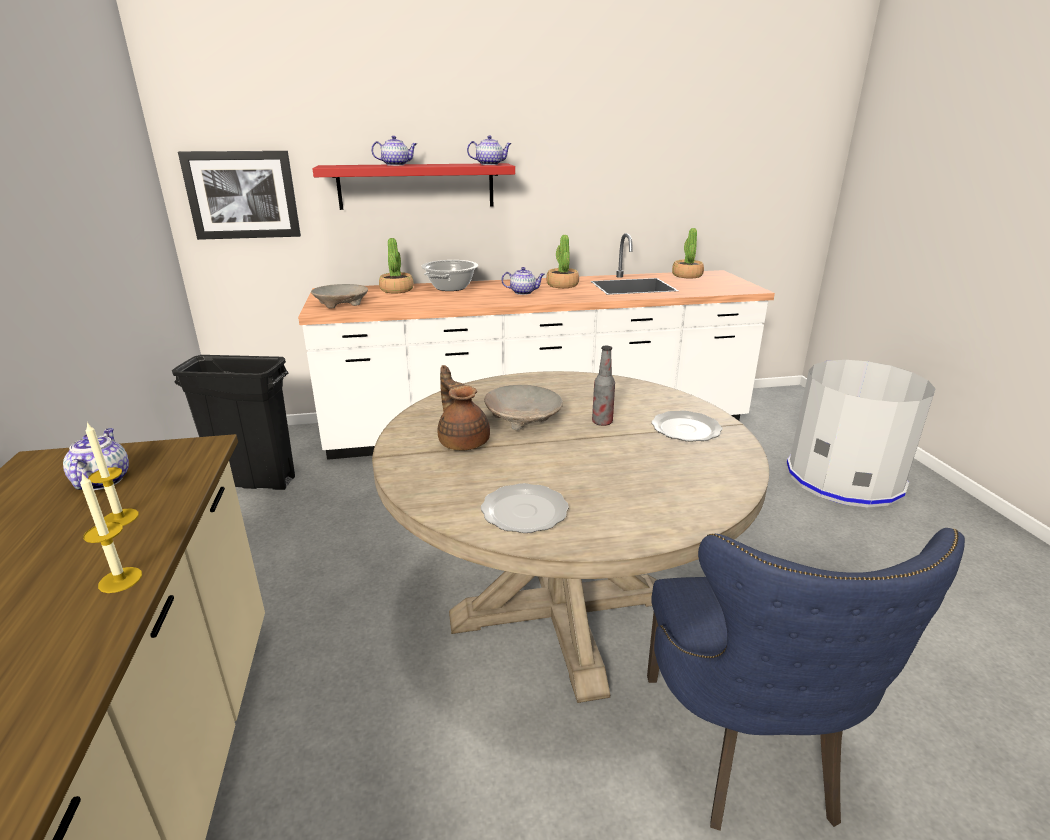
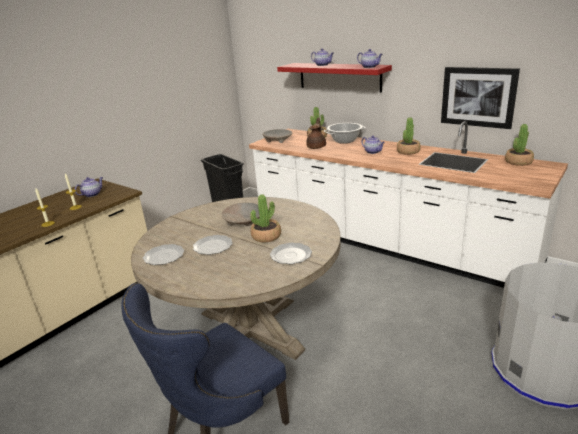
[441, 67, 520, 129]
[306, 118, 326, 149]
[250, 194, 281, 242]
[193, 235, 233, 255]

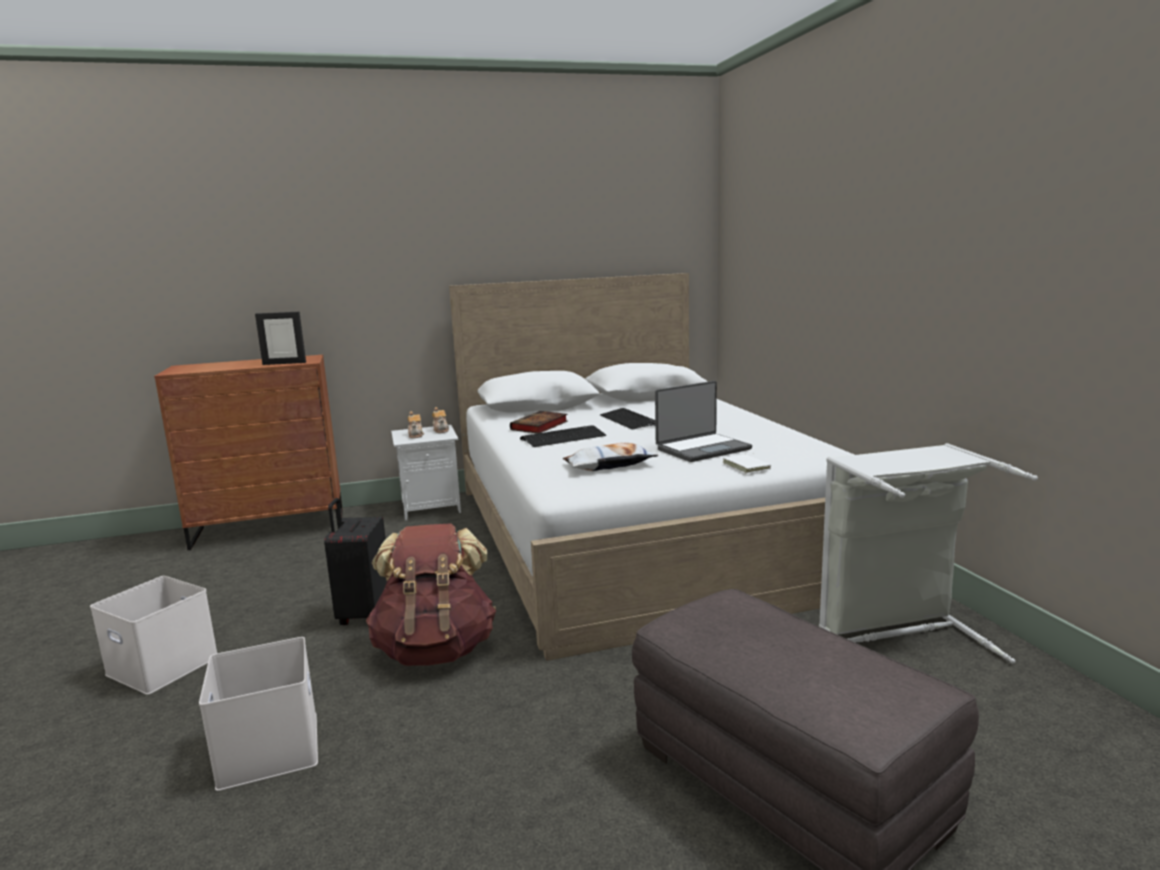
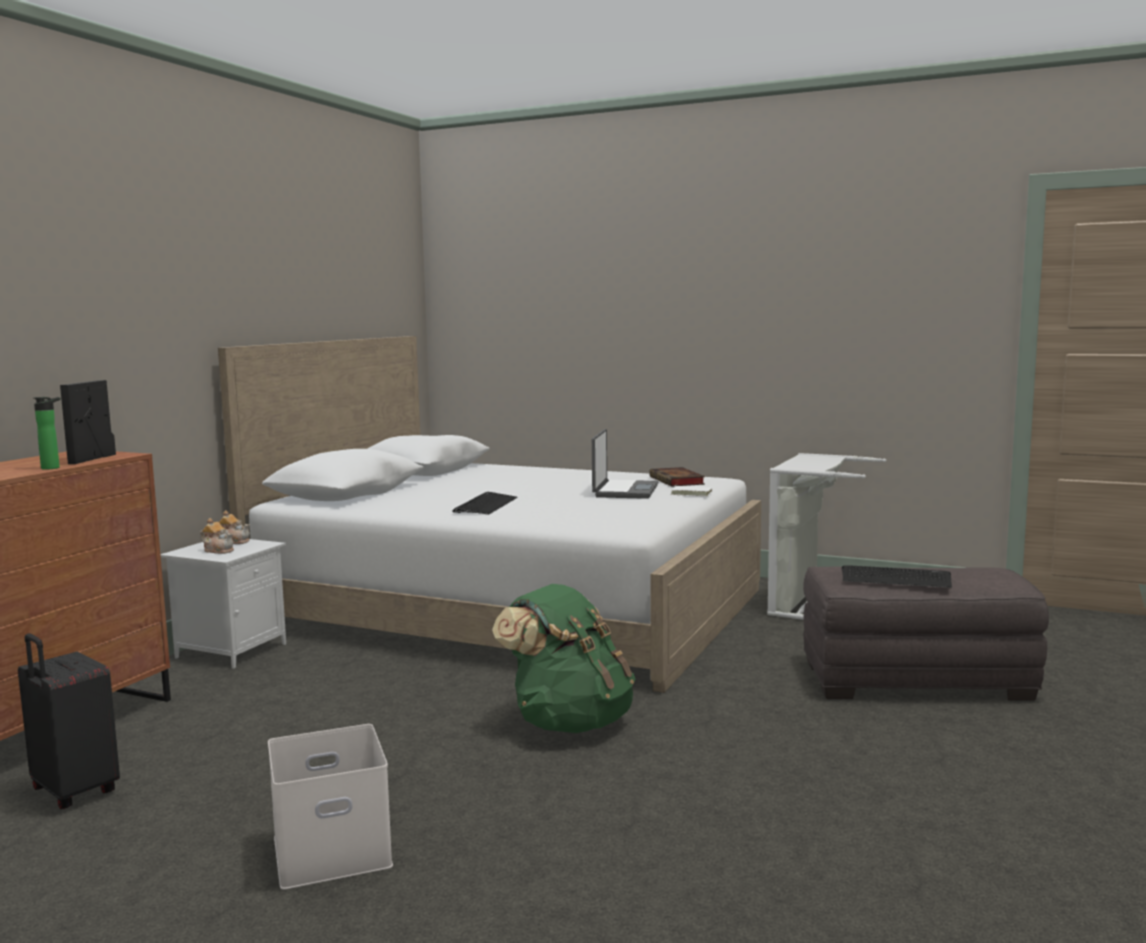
[199, 637, 318, 791] (first image)
[60, 380, 116, 464]
[18, 633, 120, 809]
[492, 584, 636, 733]
[649, 467, 705, 487]
[563, 443, 659, 471] (first image)
[842, 565, 952, 588]
[33, 397, 61, 470]

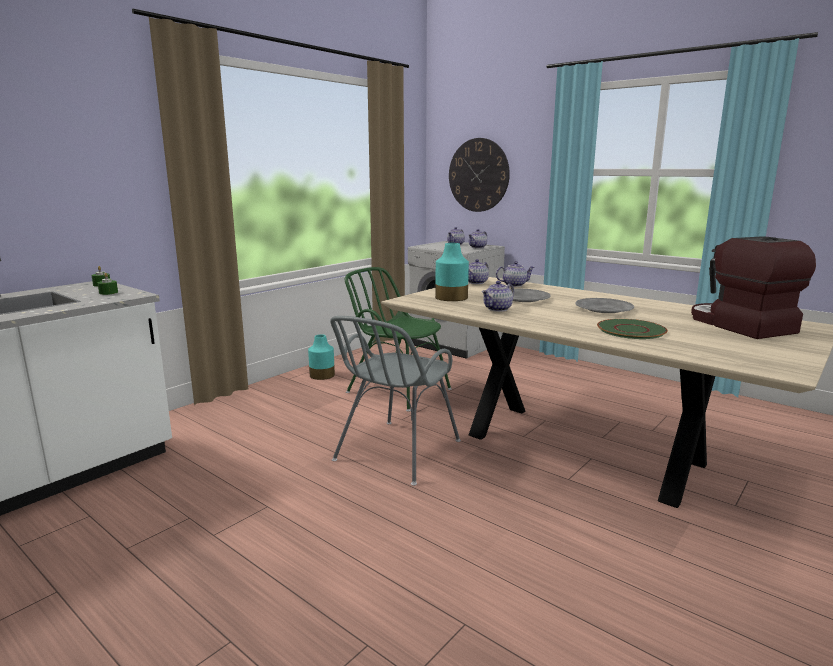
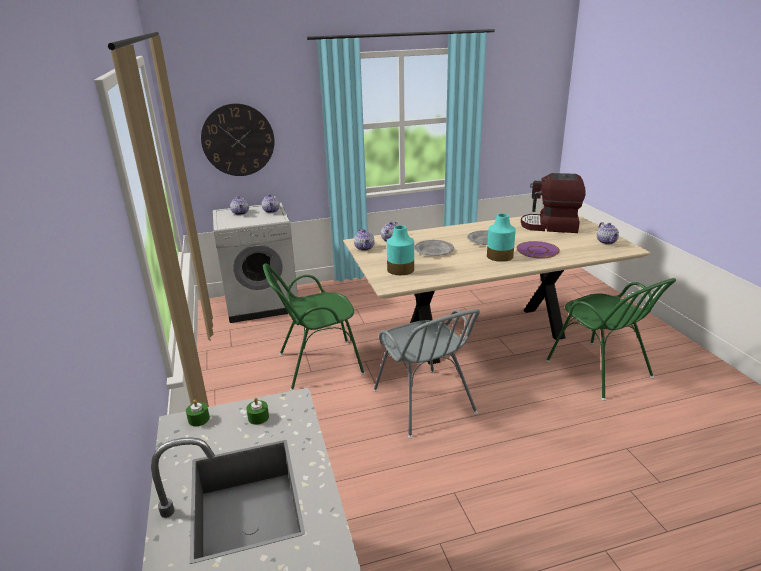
[487, 213, 516, 262]
[597, 222, 619, 245]
[517, 241, 560, 259]
[546, 278, 676, 401]

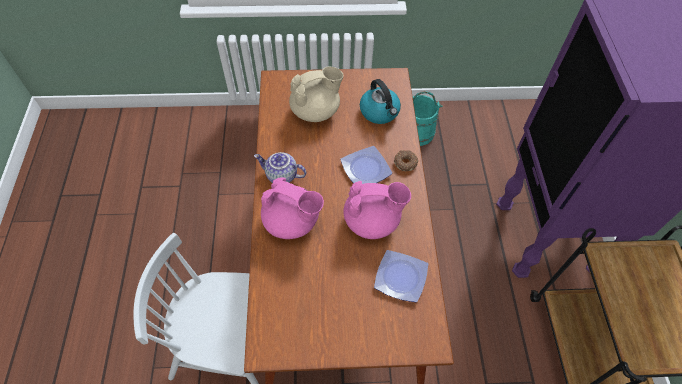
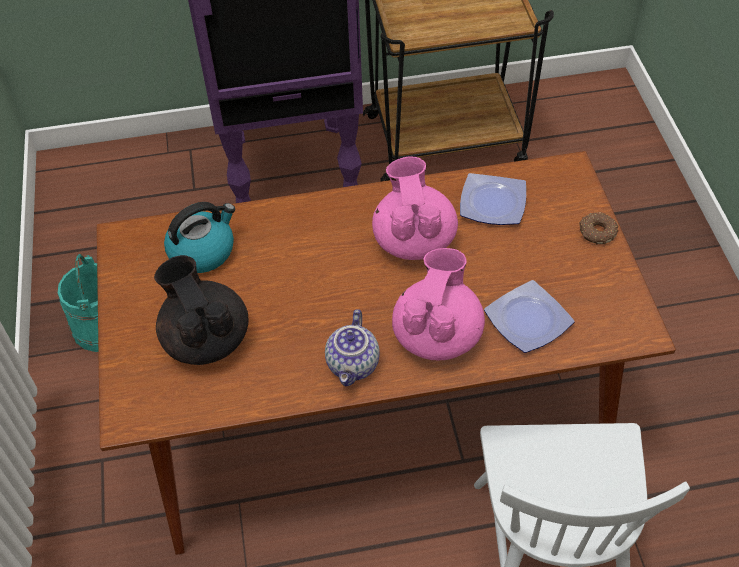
[154, 255, 249, 365]
[484, 280, 575, 353]
[580, 212, 618, 244]

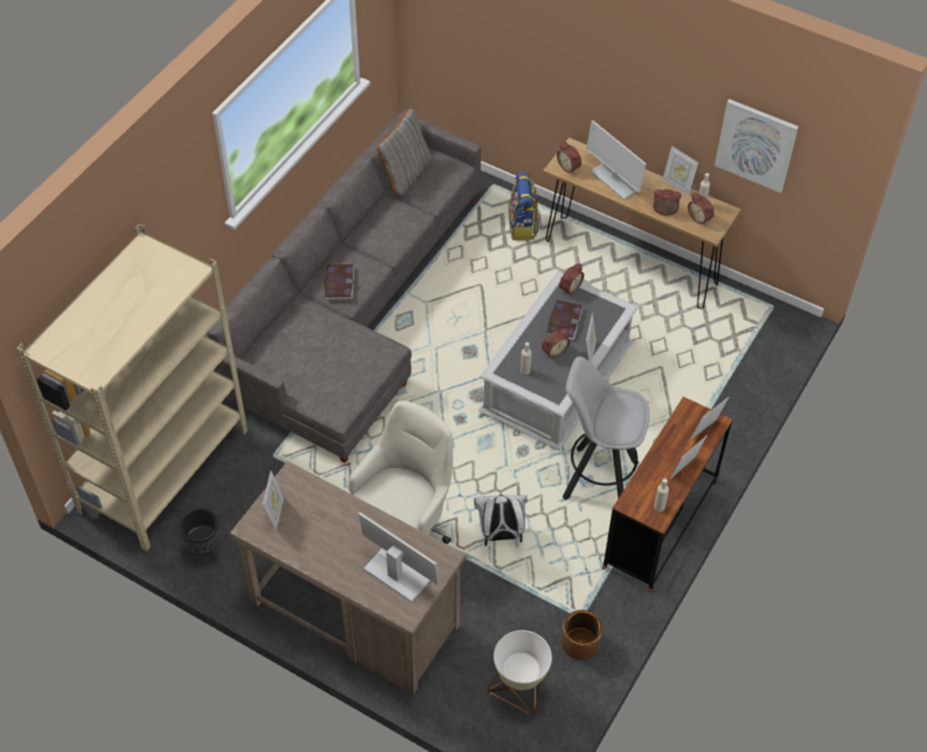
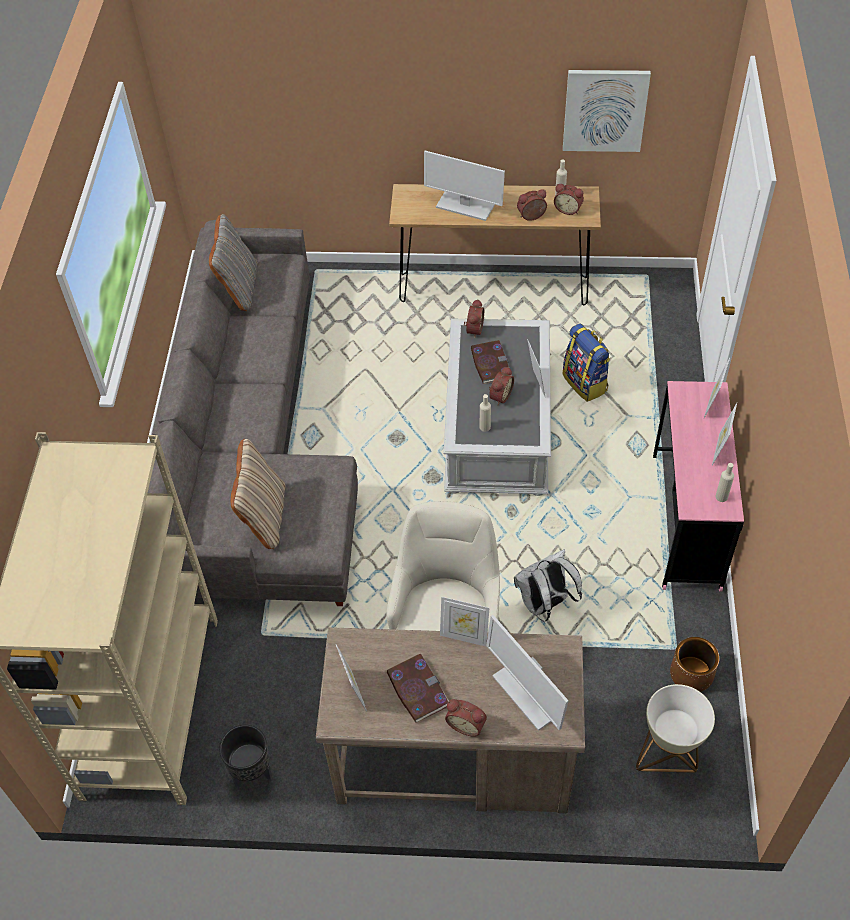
[387, 654, 449, 723]
[486, 615, 568, 731]
[562, 324, 611, 402]
[445, 699, 487, 737]
[562, 356, 649, 500] (first image)
[653, 381, 744, 592]
[440, 597, 489, 647]
[231, 439, 285, 549]

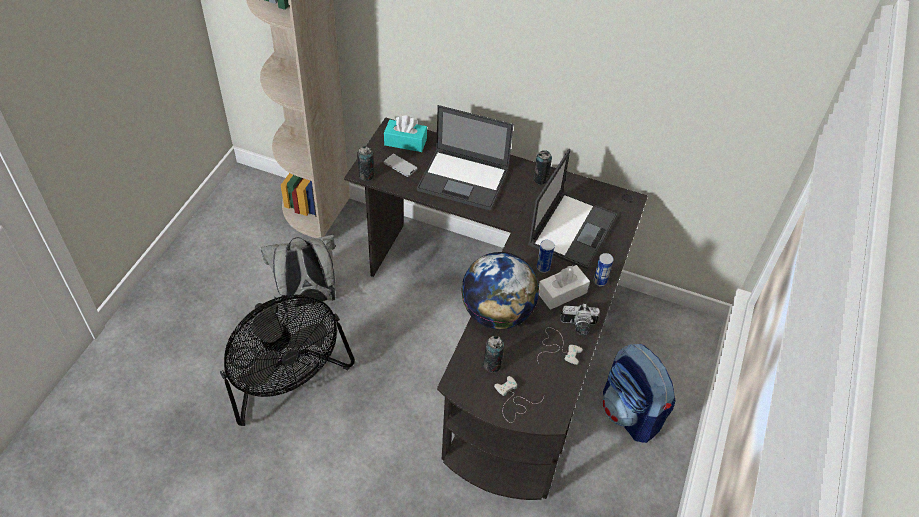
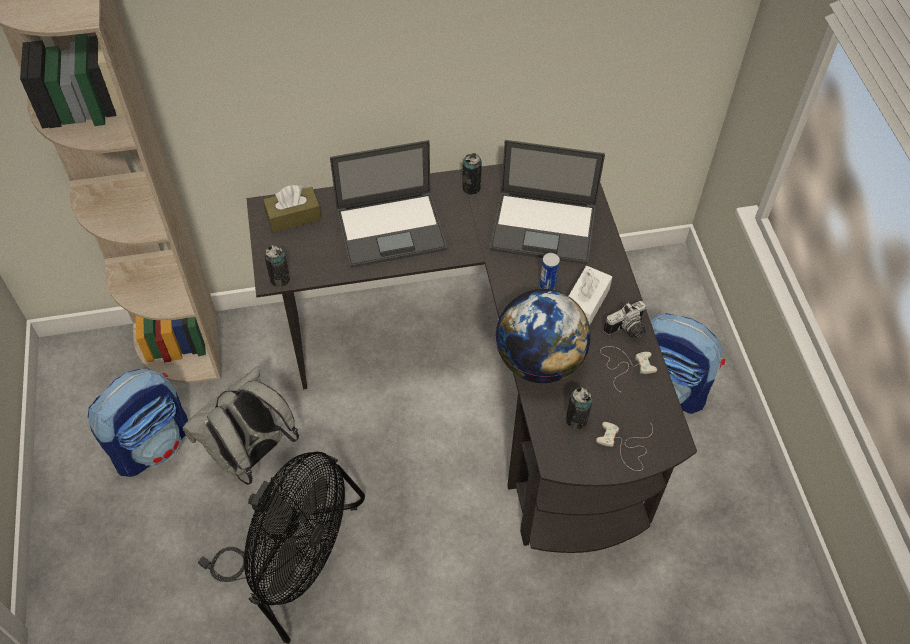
[263, 185, 322, 233]
[384, 154, 417, 177] (first image)
[490, 140, 605, 265]
[593, 253, 613, 286] (first image)
[87, 369, 188, 477]

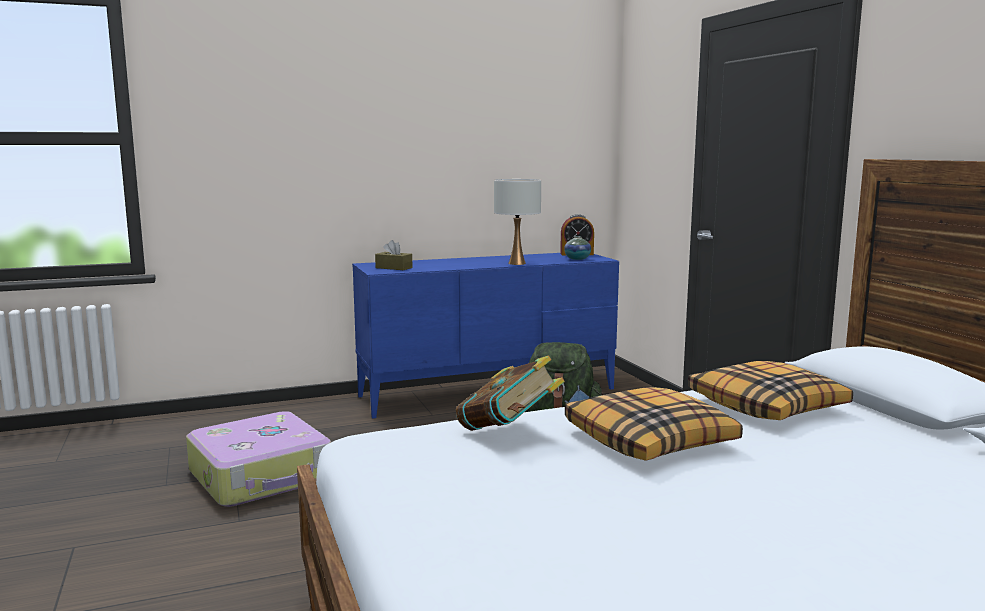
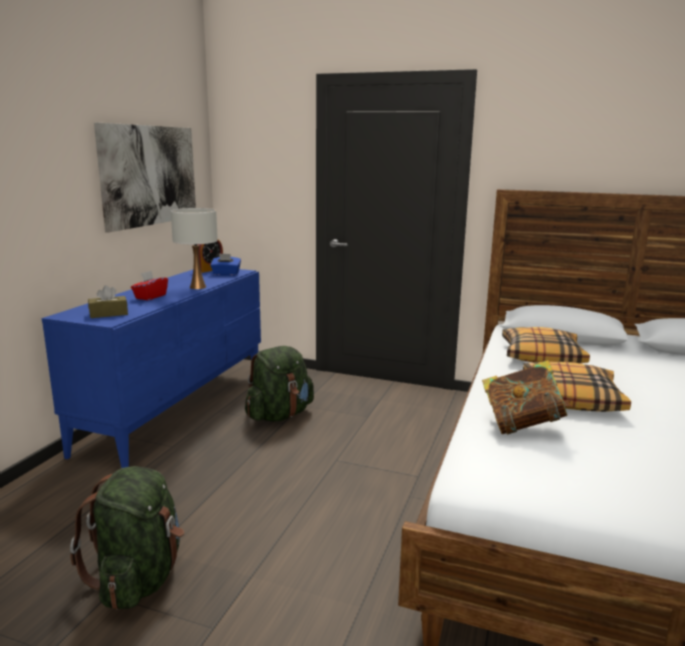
[70, 466, 184, 610]
[210, 253, 241, 276]
[94, 122, 196, 233]
[131, 271, 168, 300]

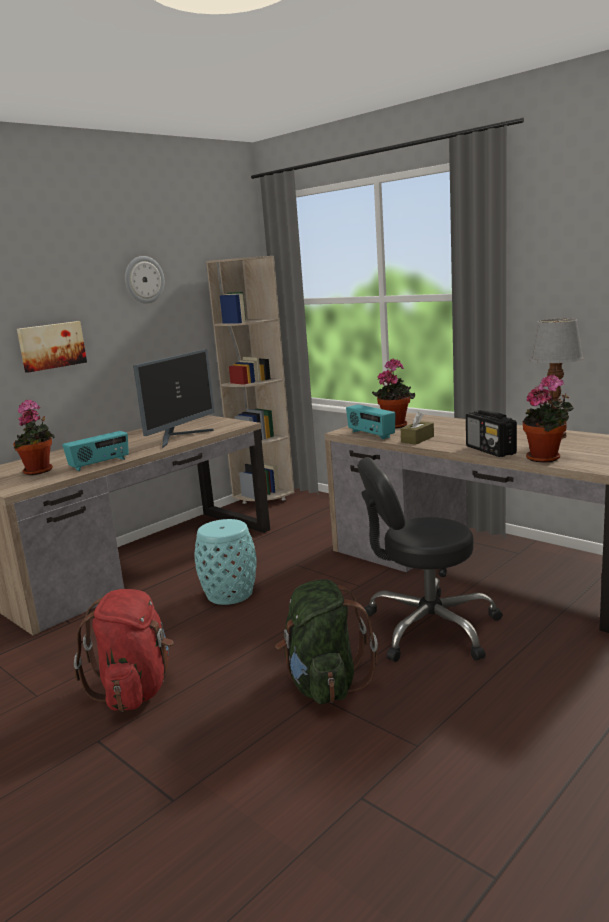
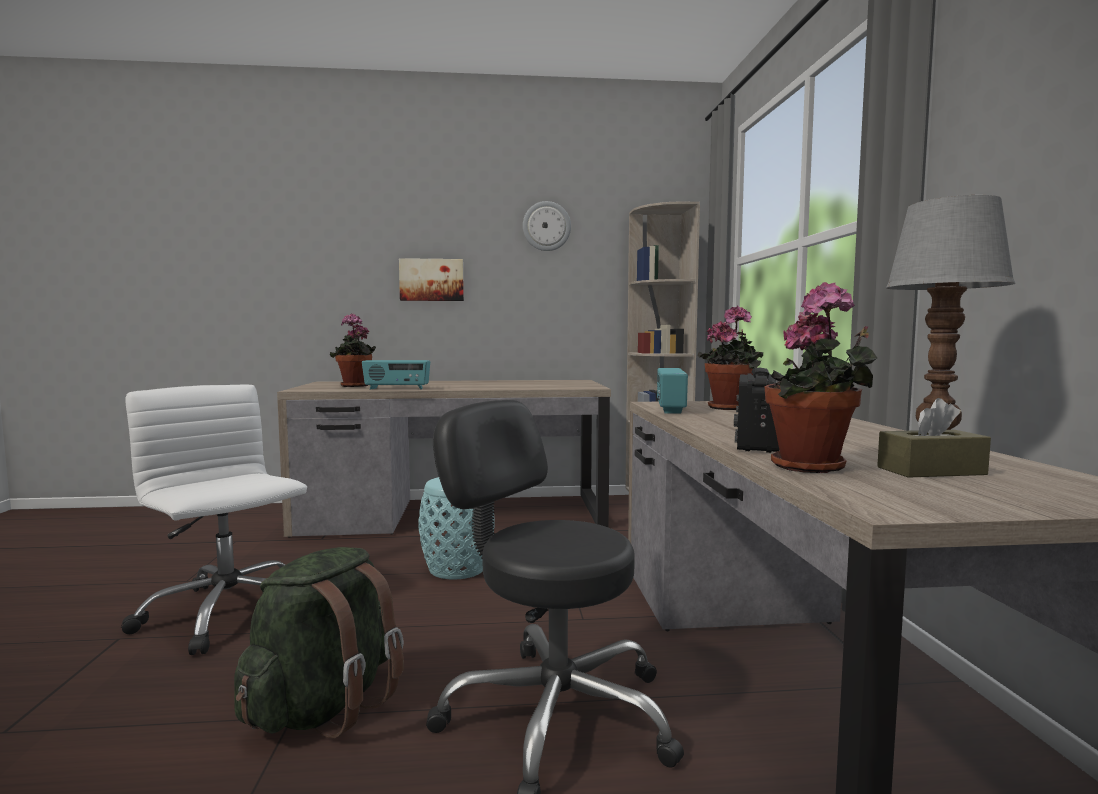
[121, 385, 307, 655]
[133, 349, 215, 448] (first image)
[877, 398, 991, 478]

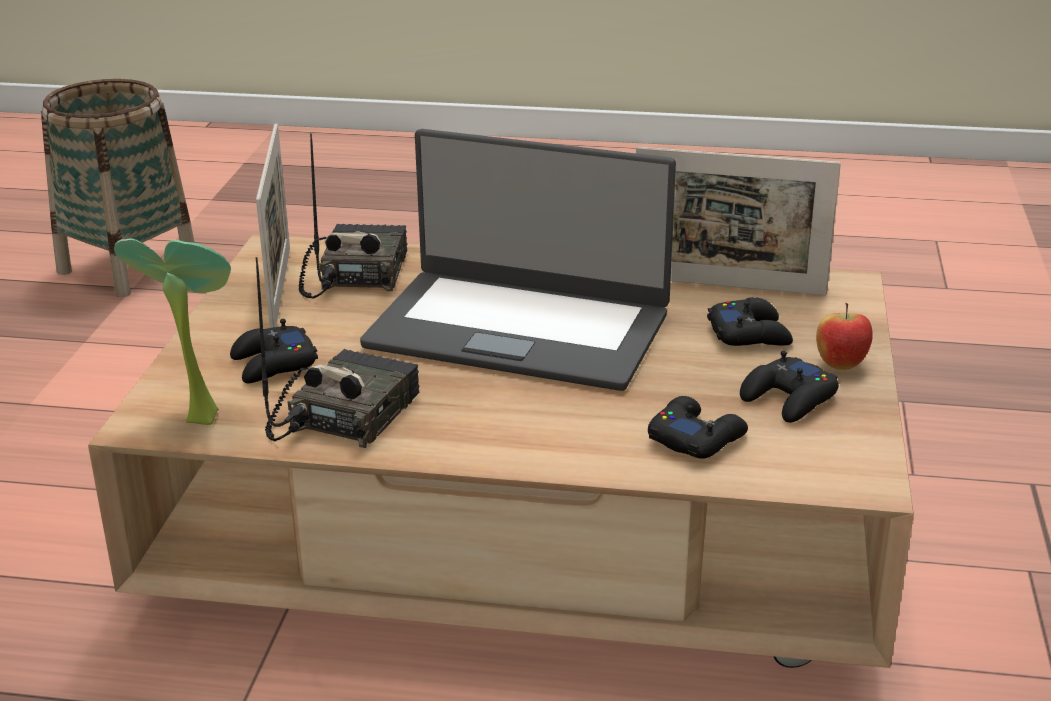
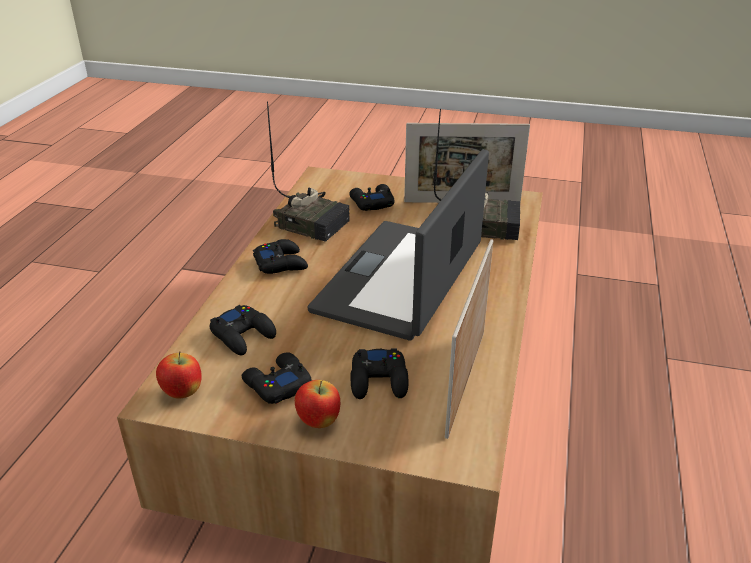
[41, 79, 195, 297] (first image)
[114, 238, 231, 425] (first image)
[156, 351, 202, 398]
[253, 239, 308, 274]

